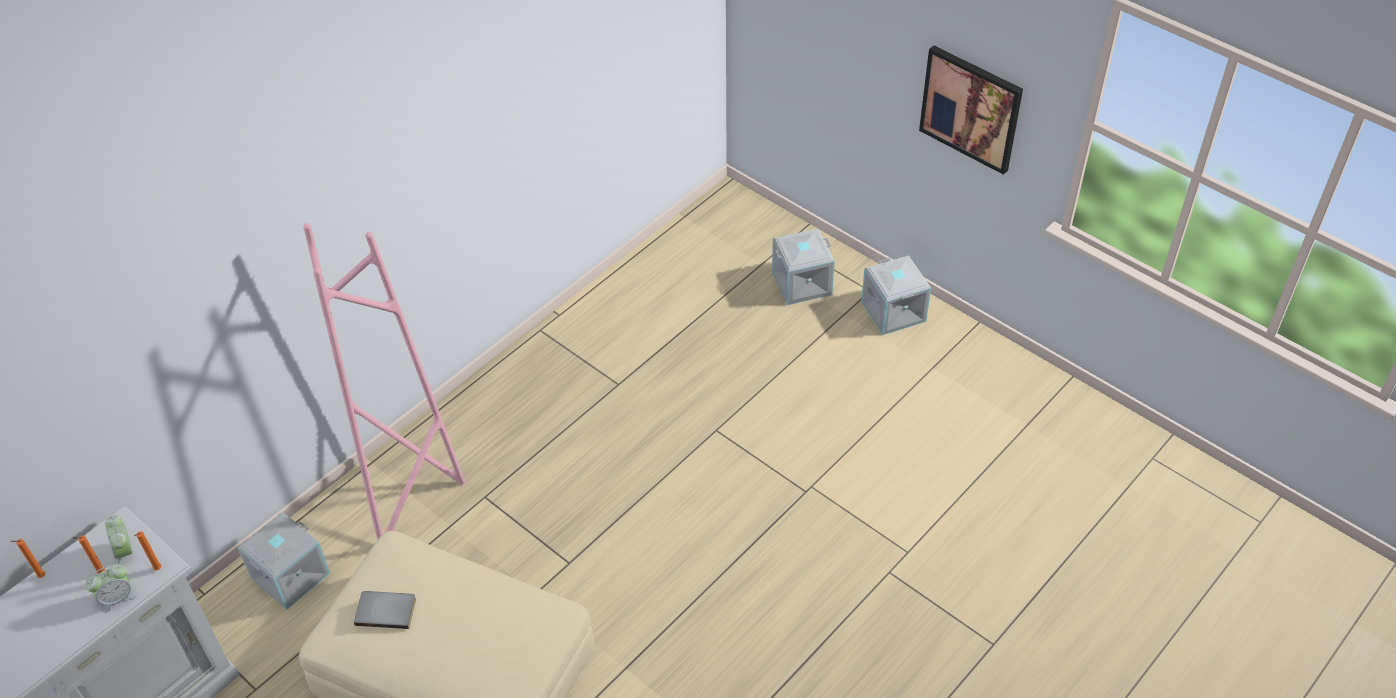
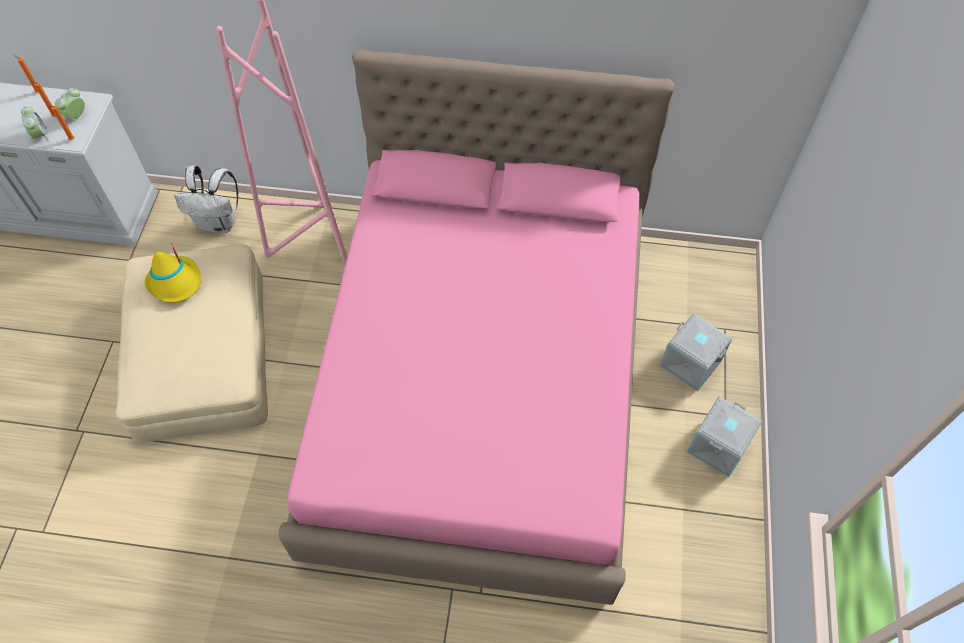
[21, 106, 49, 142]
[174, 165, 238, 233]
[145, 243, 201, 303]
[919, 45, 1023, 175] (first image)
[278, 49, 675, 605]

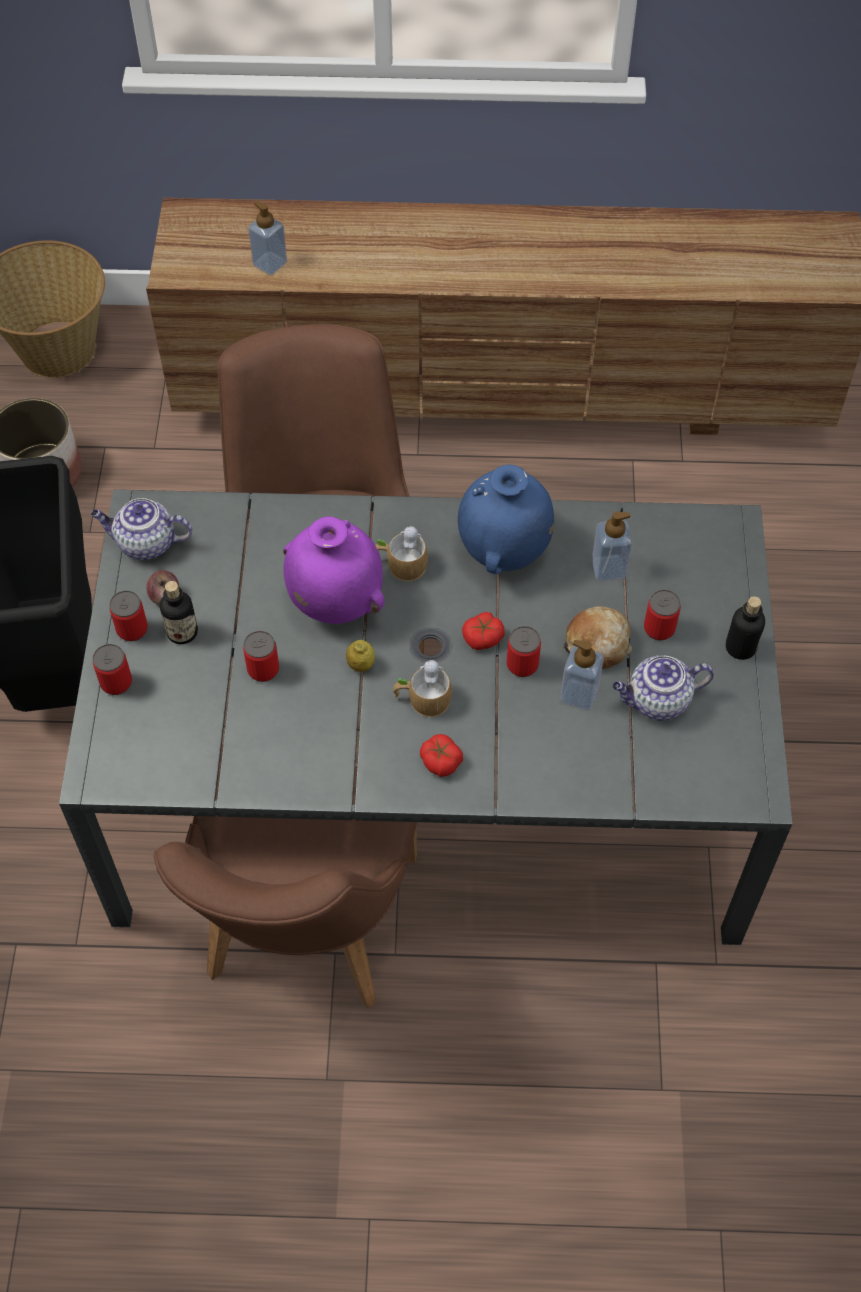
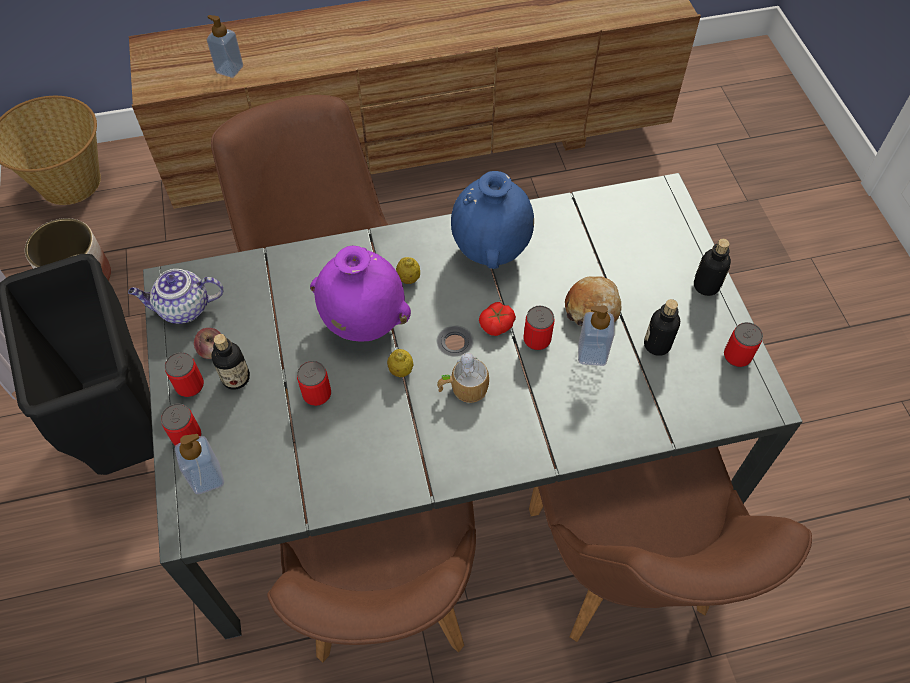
[396, 257, 420, 284]
[420, 734, 463, 777] (first image)
[175, 434, 224, 494]
[644, 299, 680, 356]
[724, 322, 763, 367]
[529, 427, 812, 642]

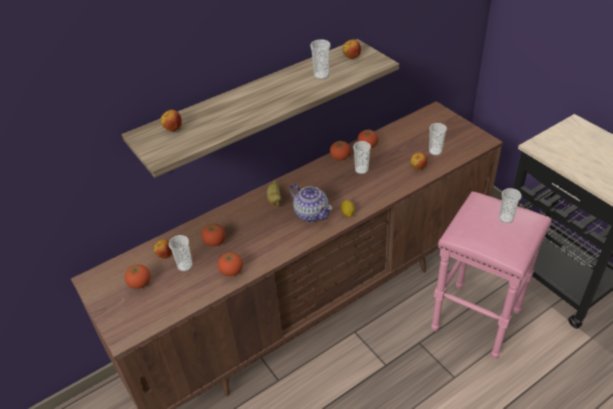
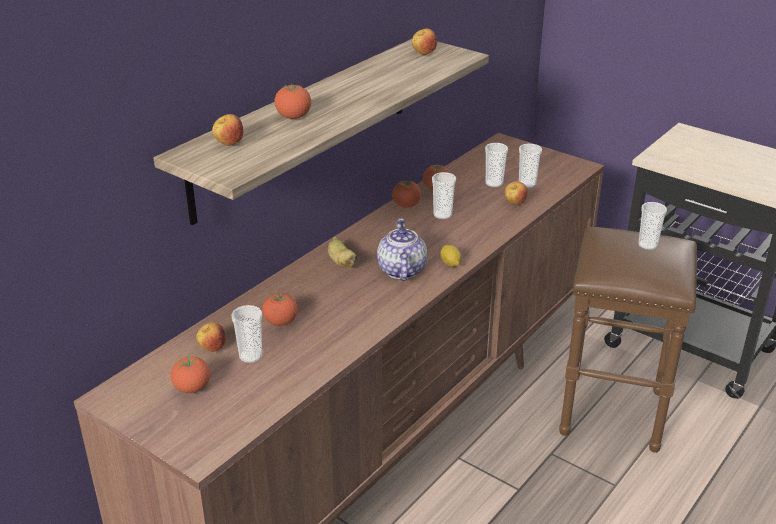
[274, 84, 311, 119]
[377, 218, 427, 281]
[485, 143, 508, 187]
[559, 227, 697, 453]

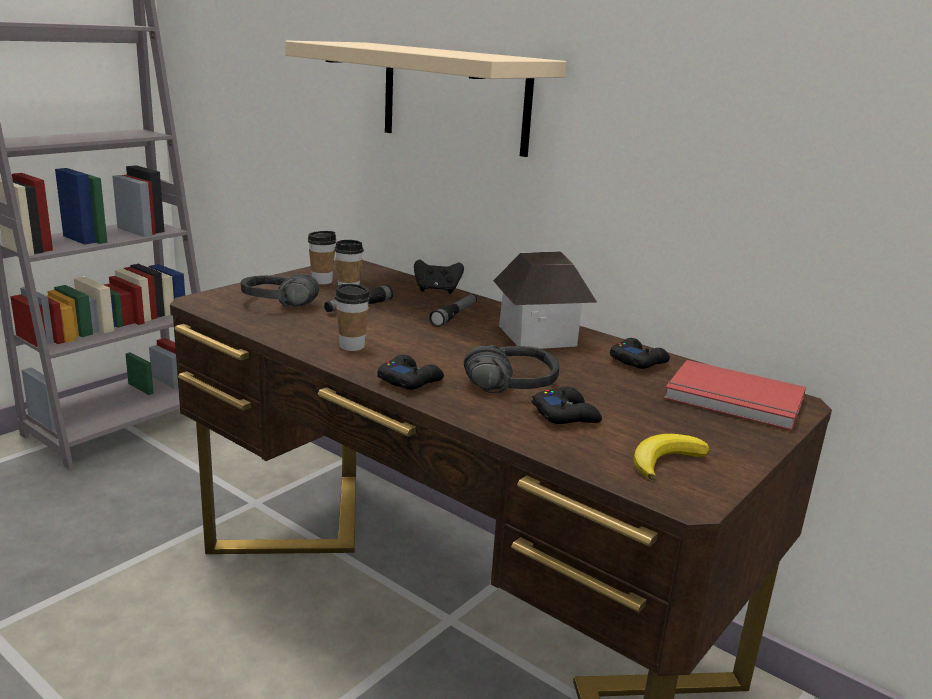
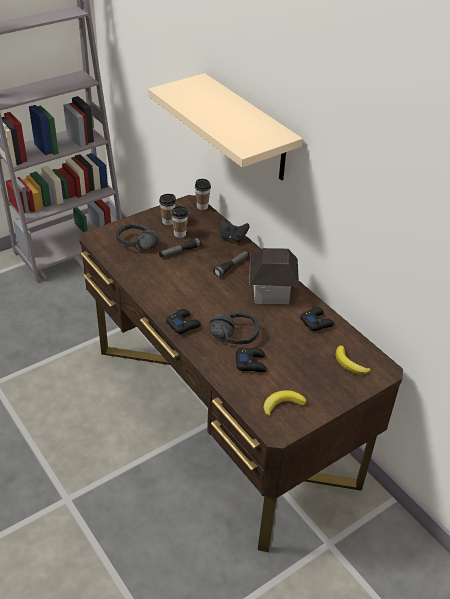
[195, 179, 211, 210]
[336, 345, 371, 375]

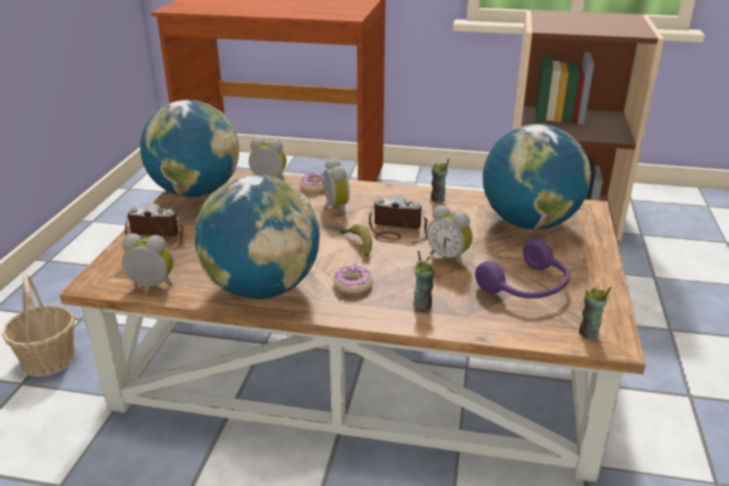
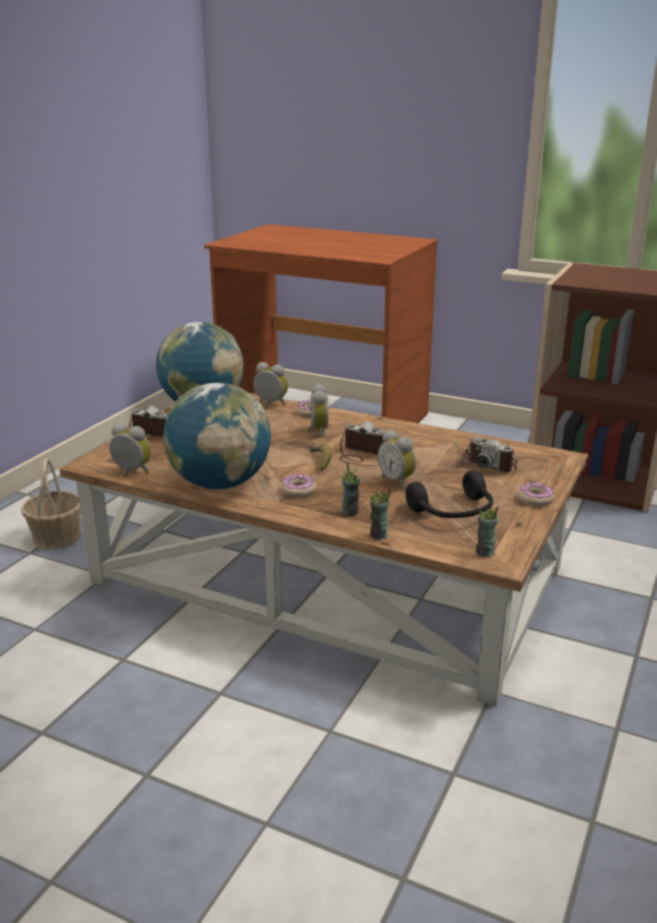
[370, 488, 391, 540]
[406, 471, 493, 518]
[465, 437, 518, 472]
[517, 482, 554, 506]

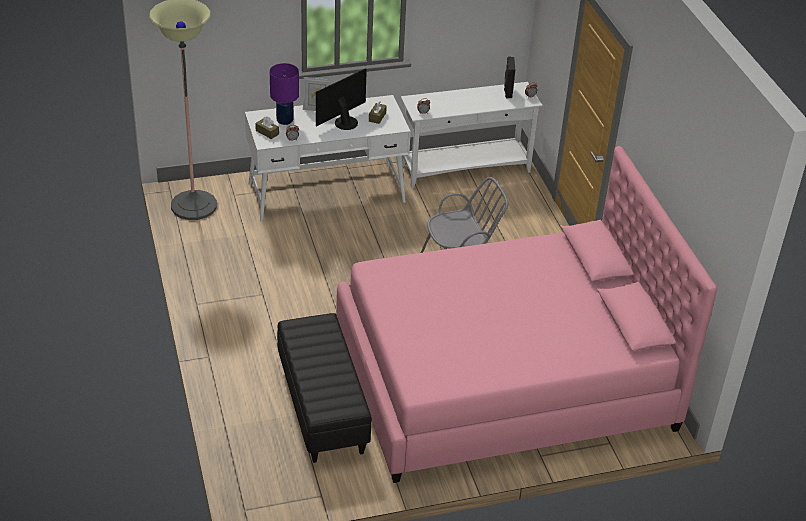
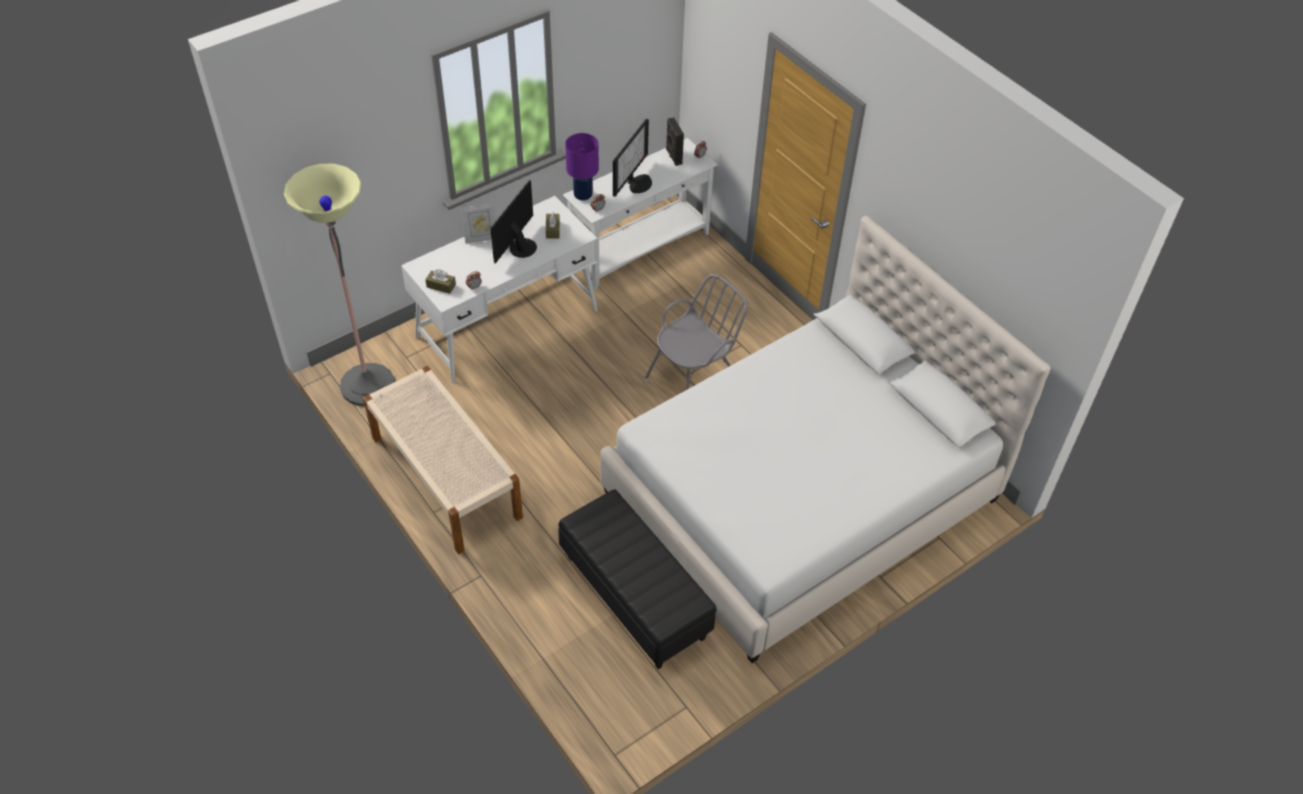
[565, 133, 599, 200]
[600, 216, 1051, 663]
[363, 365, 523, 554]
[613, 119, 652, 197]

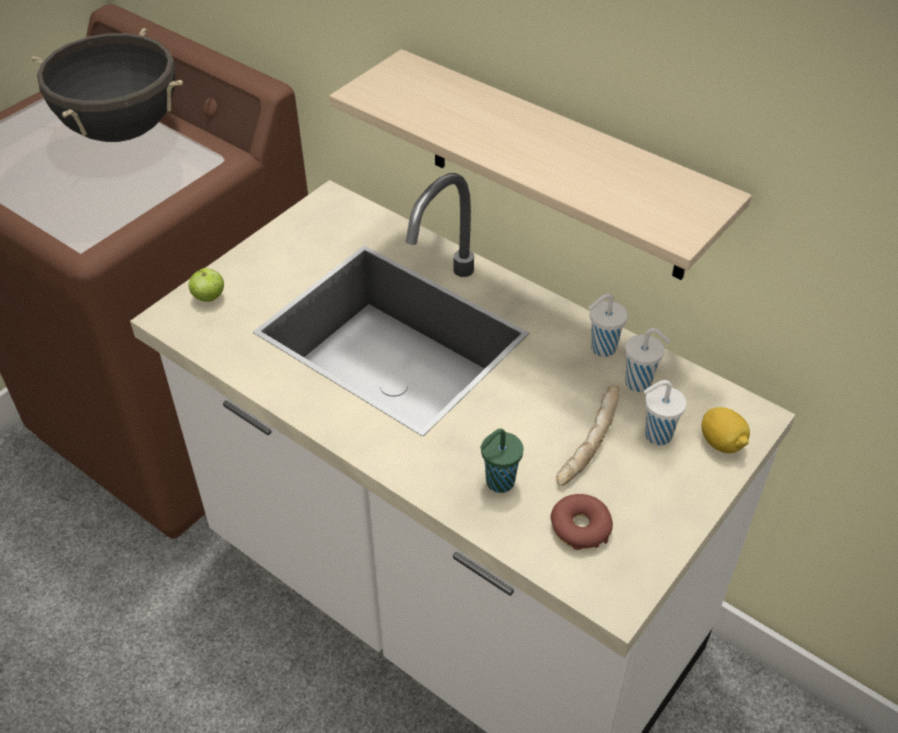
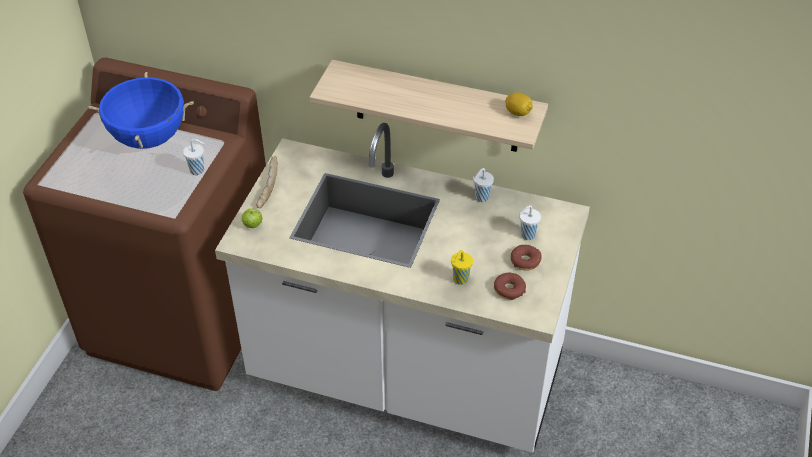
[89, 72, 194, 149]
[451, 250, 473, 285]
[256, 156, 278, 208]
[183, 139, 205, 175]
[506, 92, 533, 116]
[511, 245, 542, 270]

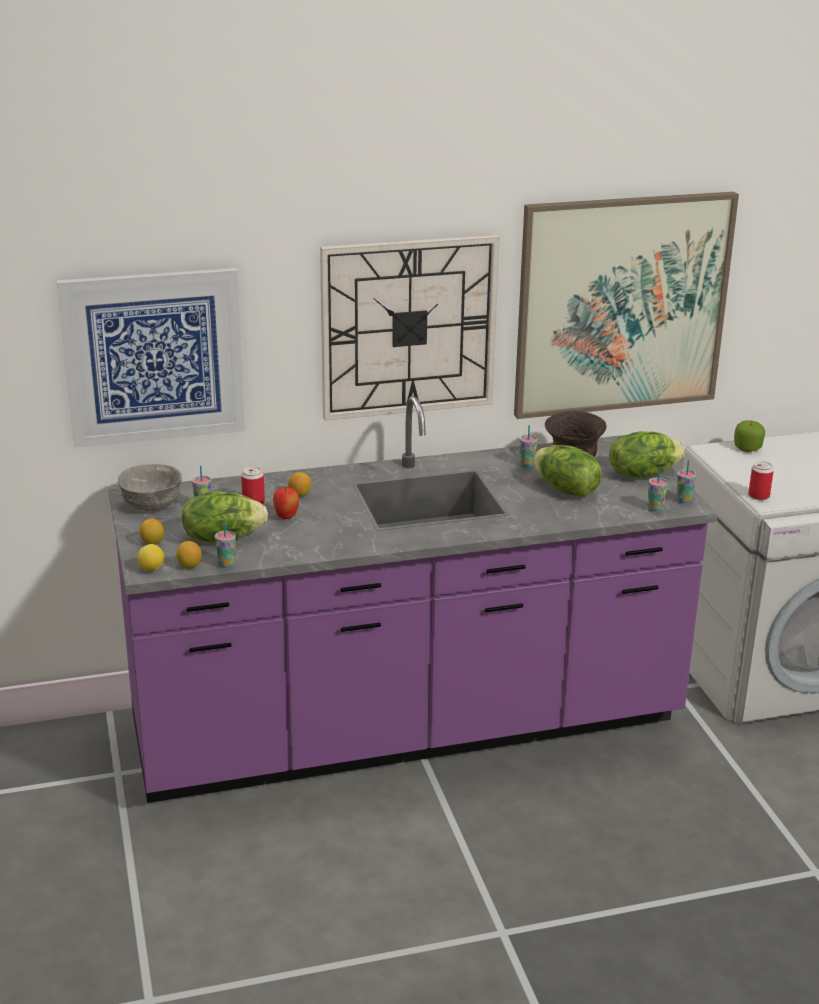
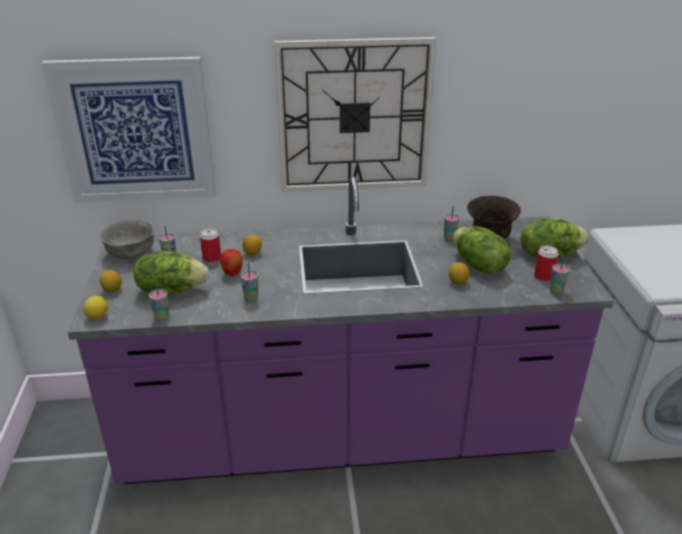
[449, 262, 469, 285]
[514, 192, 739, 419] (first image)
[241, 263, 258, 302]
[734, 420, 765, 452] (first image)
[534, 245, 558, 281]

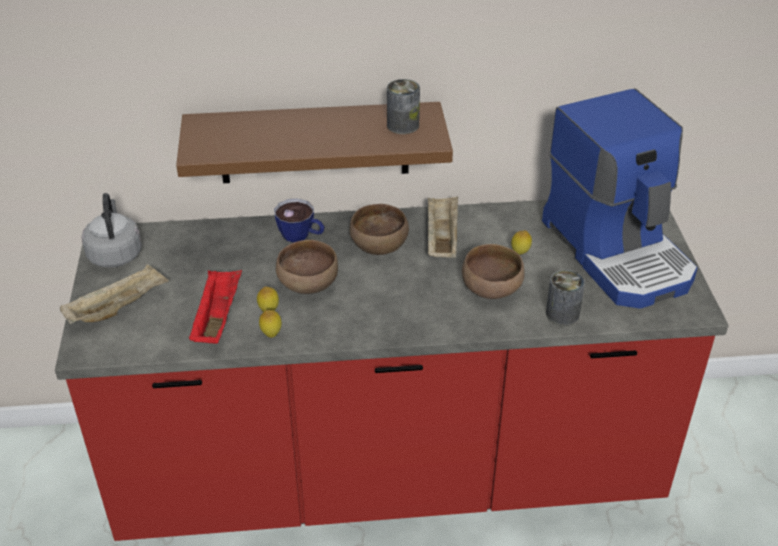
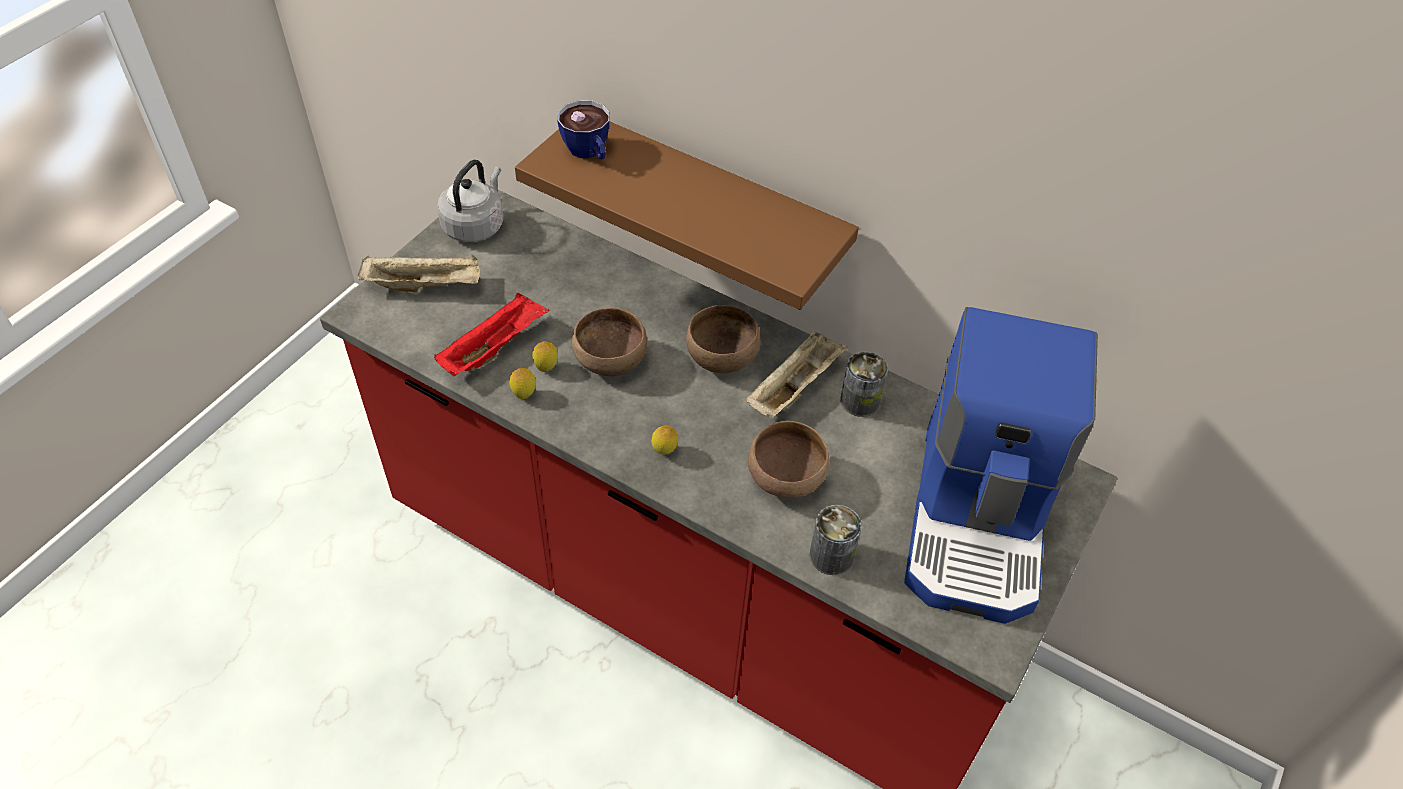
[557, 100, 610, 159]
[840, 351, 888, 417]
[652, 426, 678, 455]

